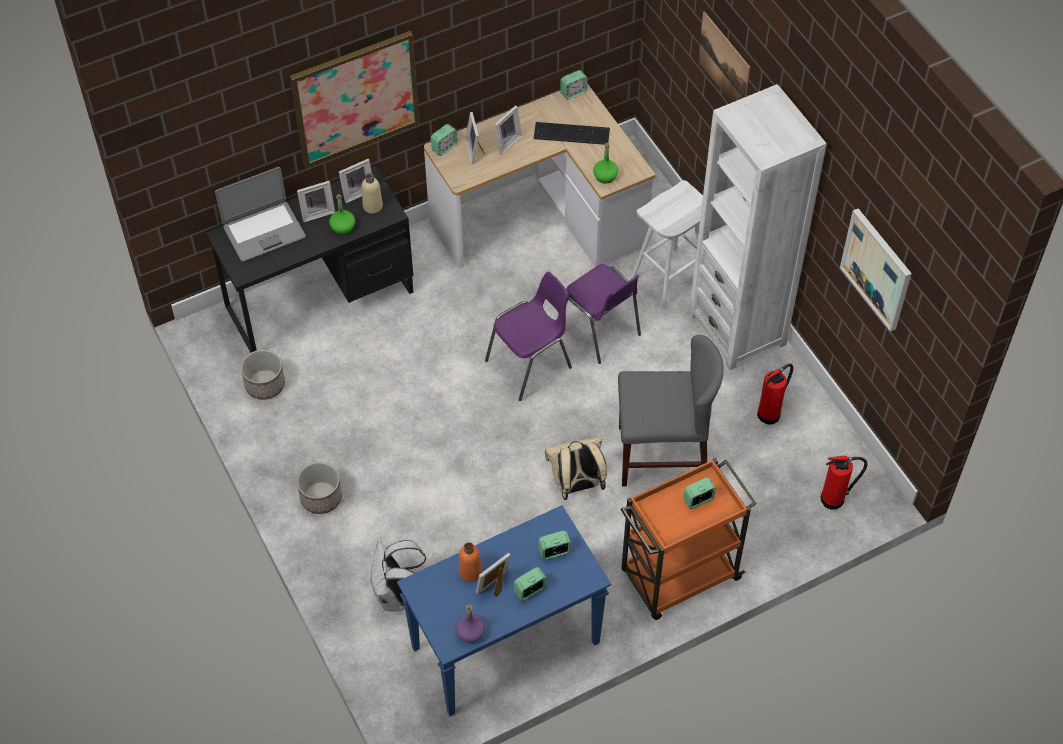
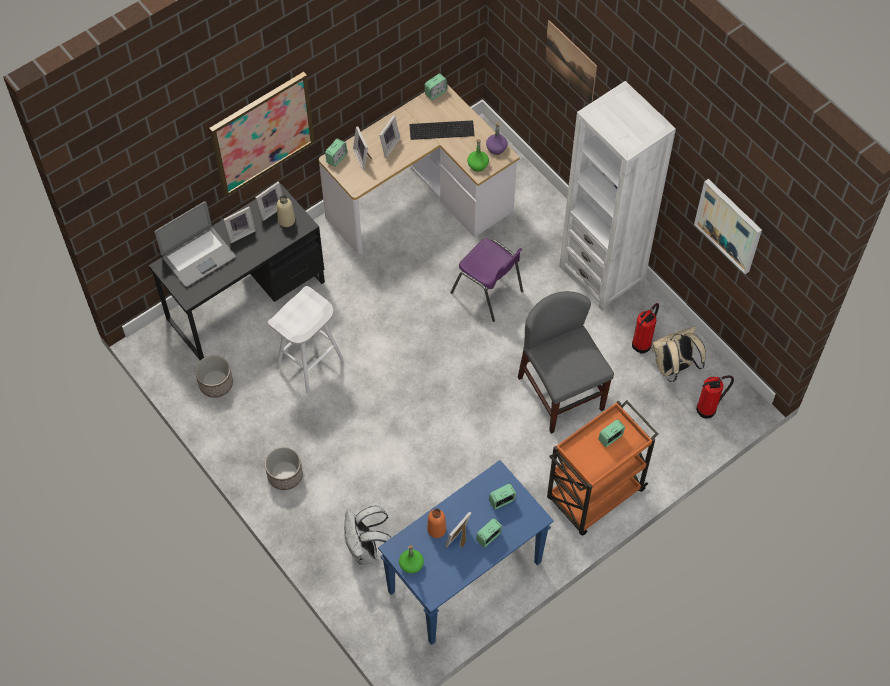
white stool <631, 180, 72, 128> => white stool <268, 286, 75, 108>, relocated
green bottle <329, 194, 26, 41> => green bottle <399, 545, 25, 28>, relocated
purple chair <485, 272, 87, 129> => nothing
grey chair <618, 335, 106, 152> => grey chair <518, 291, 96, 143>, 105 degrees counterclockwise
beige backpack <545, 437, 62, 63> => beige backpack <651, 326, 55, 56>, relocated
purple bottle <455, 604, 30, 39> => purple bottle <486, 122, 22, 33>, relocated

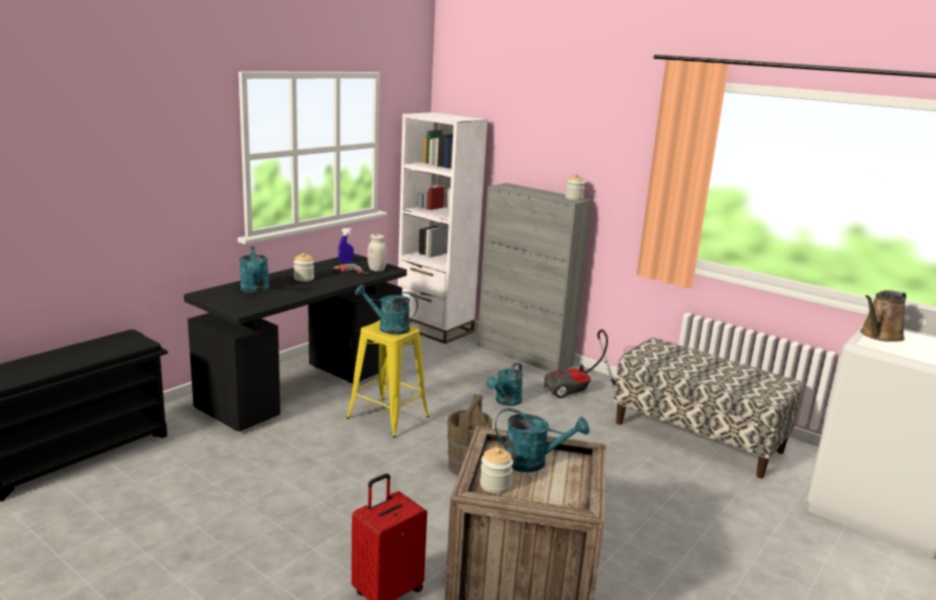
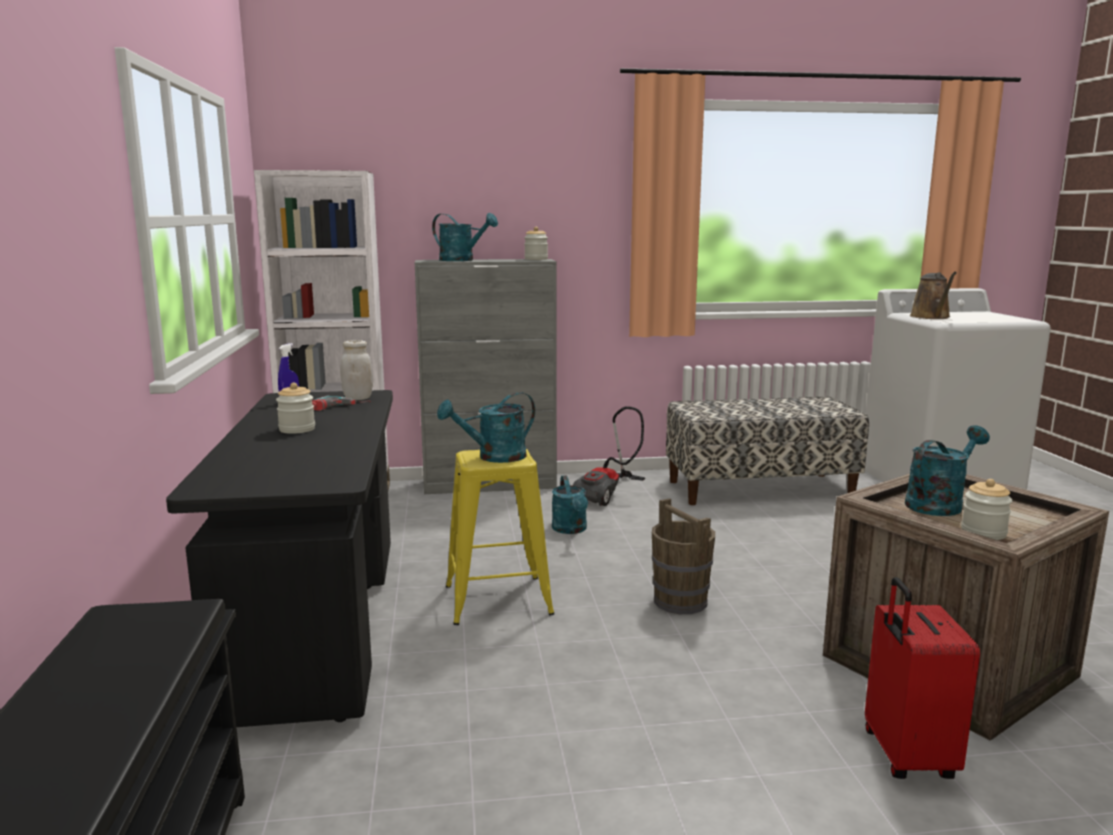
turquoise watering can <239, 247, 31, 46> => turquoise watering can <432, 213, 66, 48>, relocated

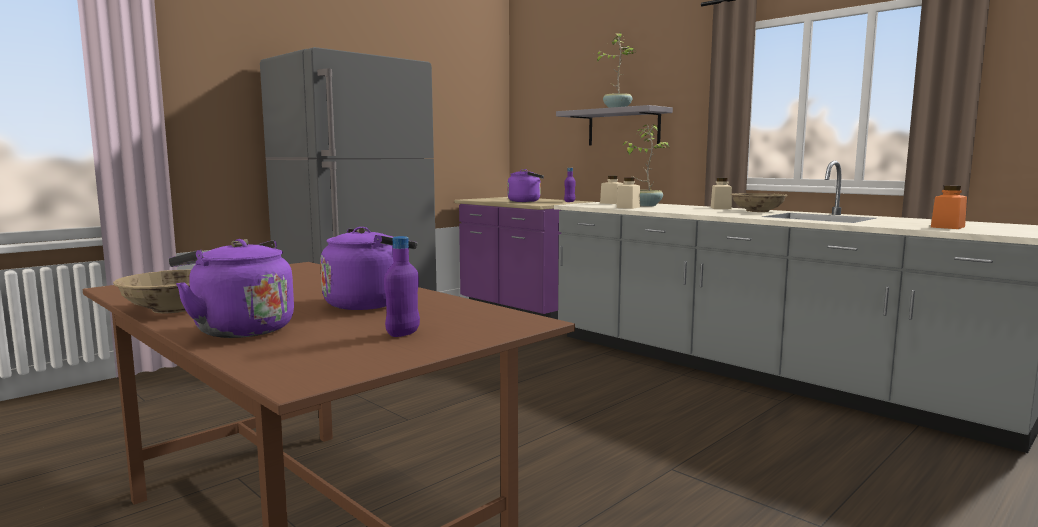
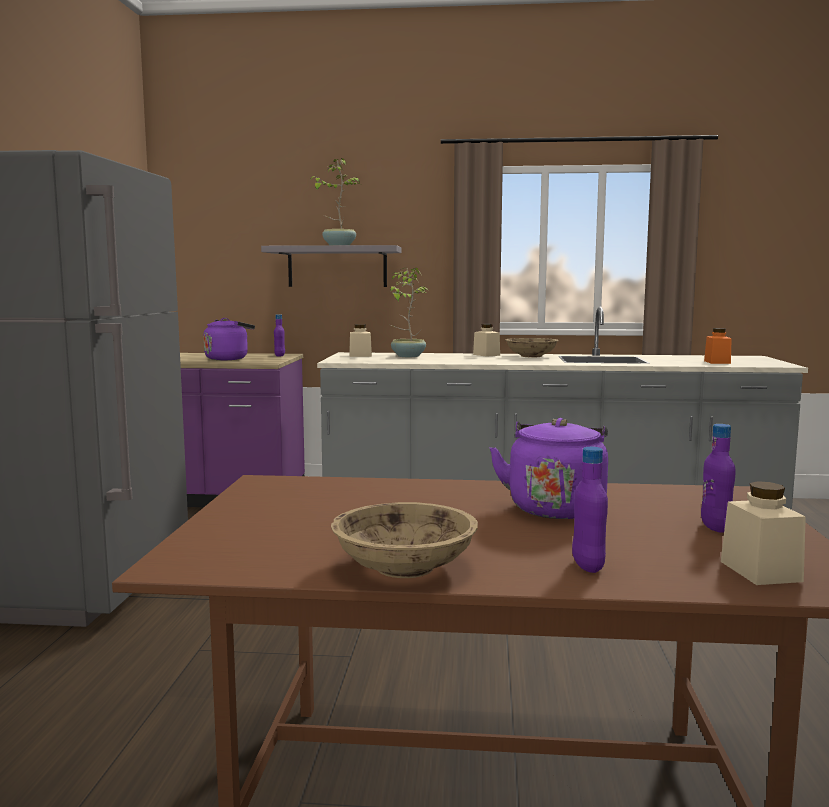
beige jar <617, 178, 23, 31> => beige jar <721, 481, 85, 104>, relocated
purple kettle <169, 239, 125, 99> => purple bottle <572, 447, 36, 126>

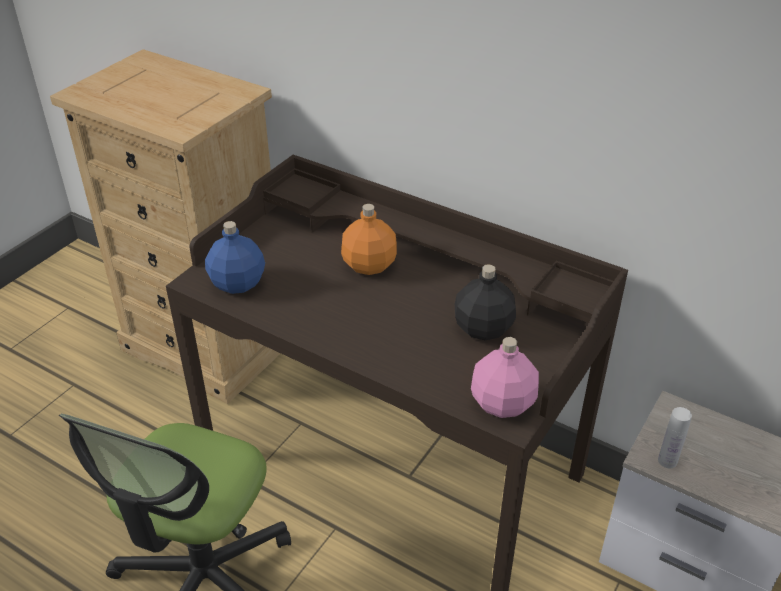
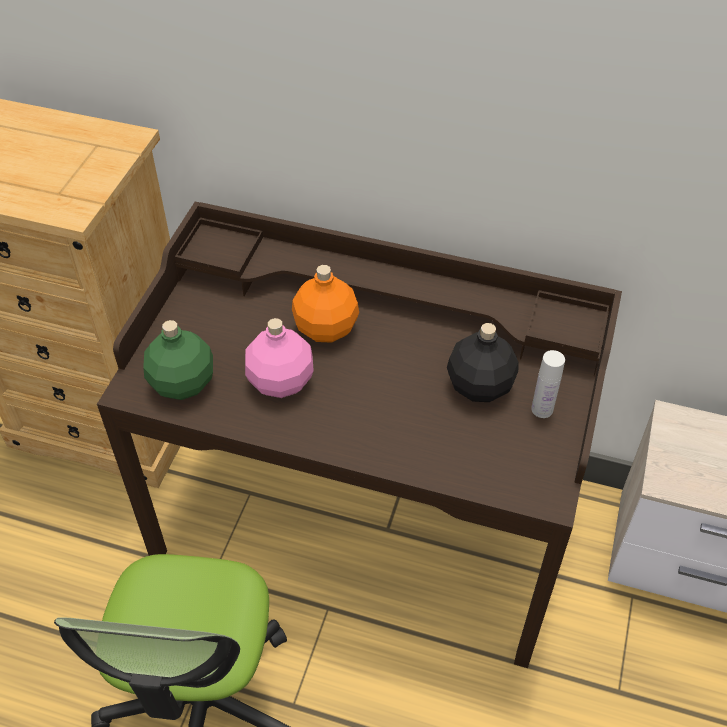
blue bottle <205, 221, 60, 73> => green bottle <143, 320, 70, 80>
pink bottle <471, 337, 68, 81> => pink bottle <245, 318, 69, 80>, relocated
white bottle <658, 407, 34, 61> => white bottle <531, 350, 34, 68>, relocated

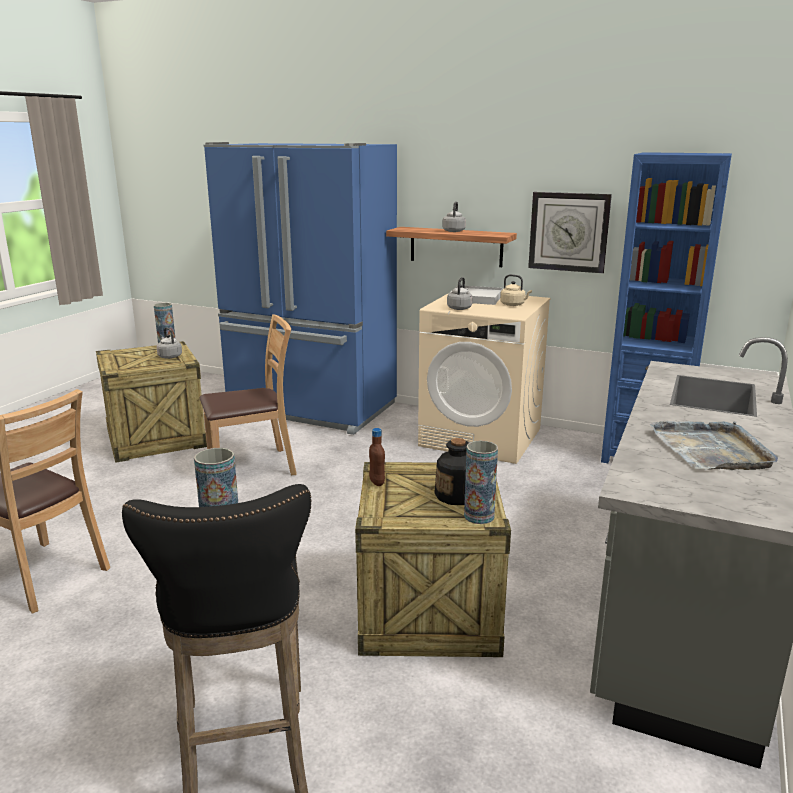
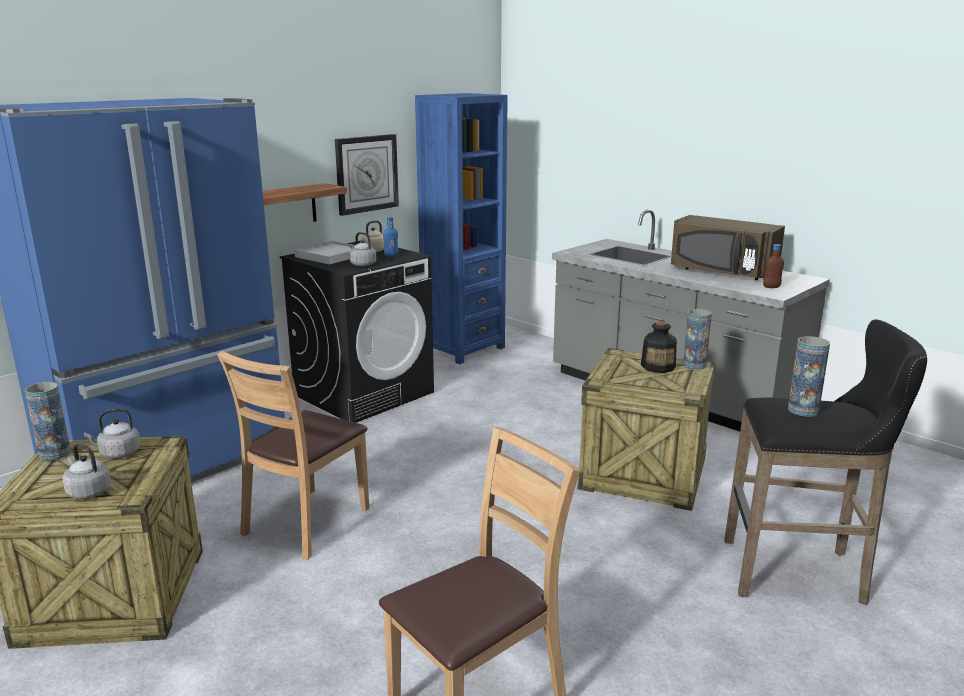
grey kettle <442, 202, 24, 30> => grey kettle <62, 443, 49, 56>, relocated
beige washing machine <418, 293, 132, 171> => black washing machine <280, 241, 154, 182>
brown chair <200, 314, 97, 161> => brown chair <217, 351, 152, 209>, 150 degrees counterclockwise
grey tray <650, 421, 128, 49> => brown microwave <671, 215, 114, 65>
brown bottle <369, 428, 16, 58> => brown bottle <763, 244, 21, 44>, relocated
nothing => blue bottle <383, 217, 16, 40>

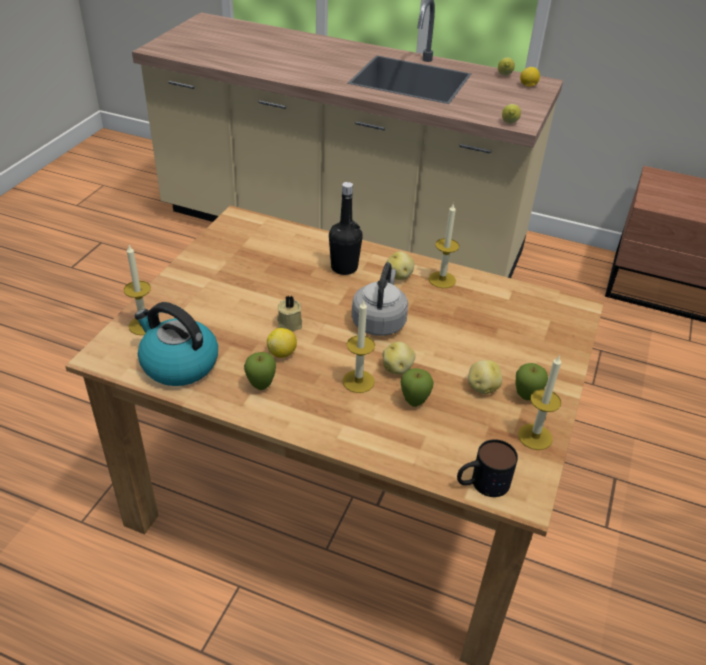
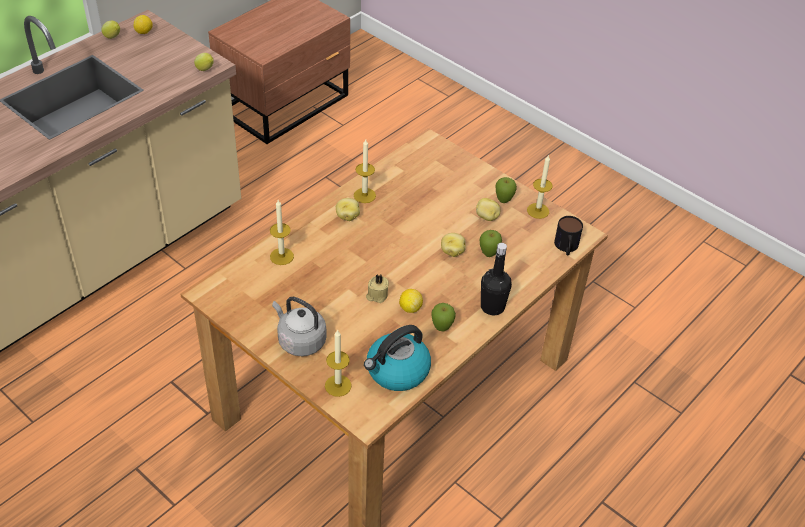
black bottle <329, 182, 34, 93> => black bottle <481, 243, 31, 72>, relocated
grey kettle <352, 262, 56, 74> => grey kettle <272, 297, 55, 59>, relocated
candle <343, 299, 32, 94> => candle <270, 200, 24, 65>, relocated

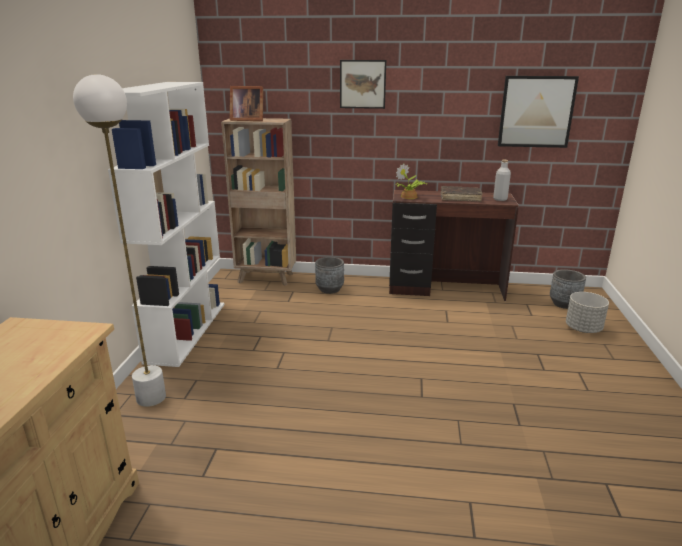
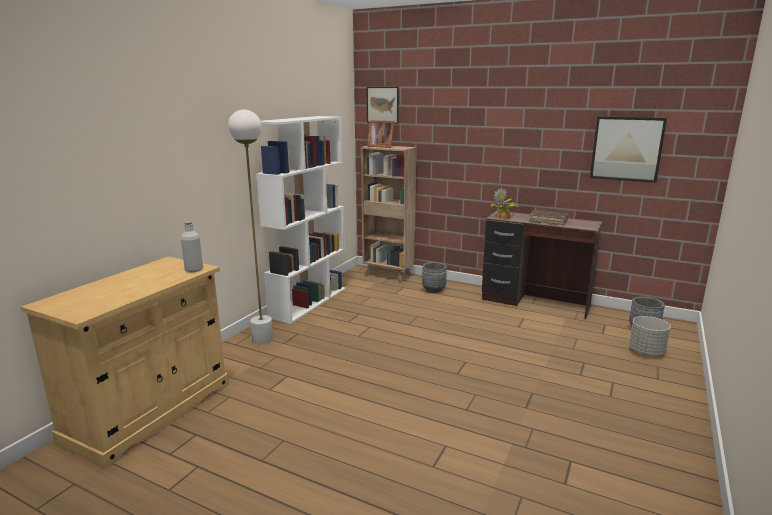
picture <340, 60, 46, 49> => picture <367, 87, 32, 37>, relocated
grey bottle <493, 160, 18, 41> => grey bottle <181, 221, 22, 51>, relocated

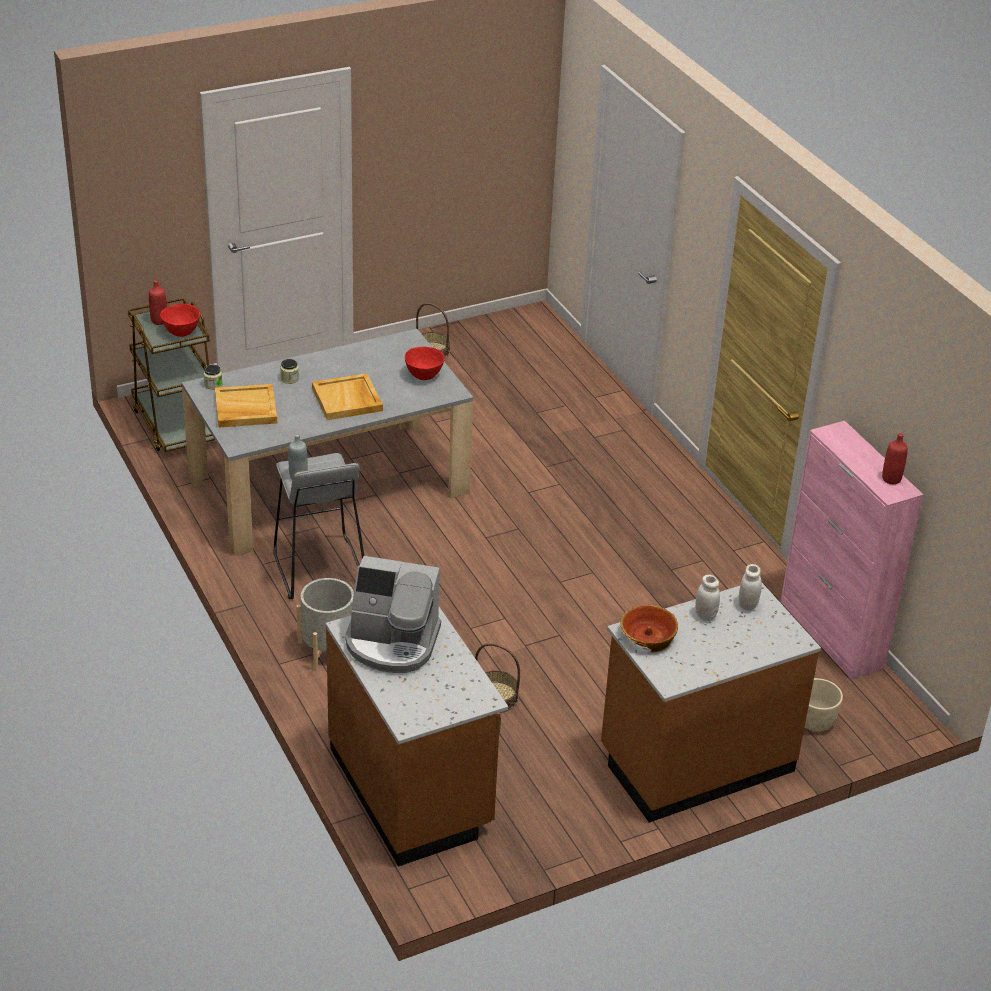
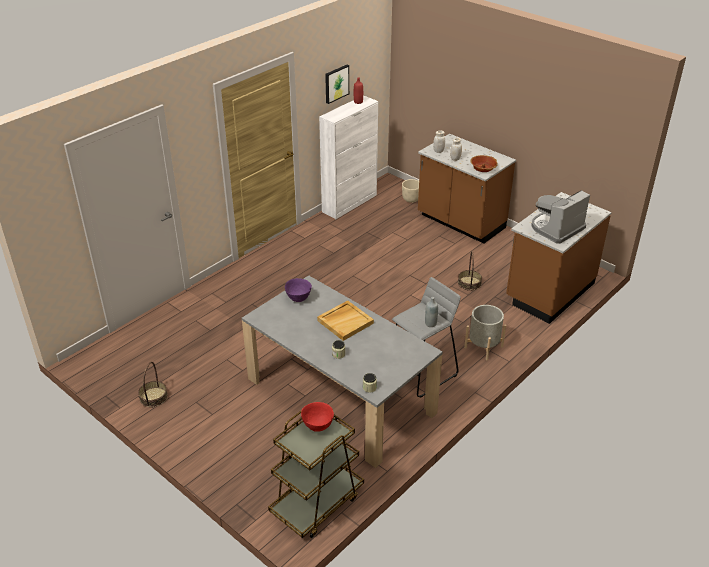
red bottle <149, 280, 18, 45> => nothing
red bowl <405, 347, 40, 33> => purple bowl <285, 278, 27, 24>
beige tray <215, 384, 62, 44> => nothing
pink cabinet <781, 421, 142, 259> => white cabinet <319, 95, 59, 124>
coffee machine <345, 556, 96, 117> => coffee machine <531, 190, 59, 54>, 120 degrees counterclockwise
nothing => picture <325, 65, 24, 39>

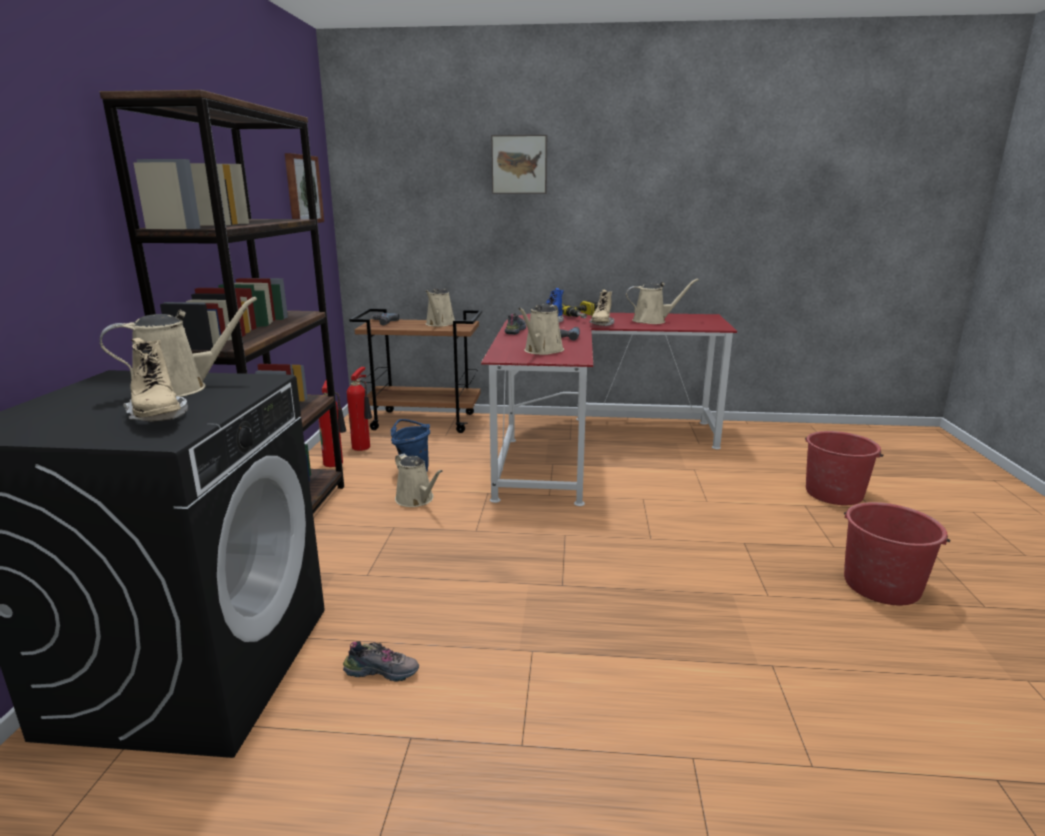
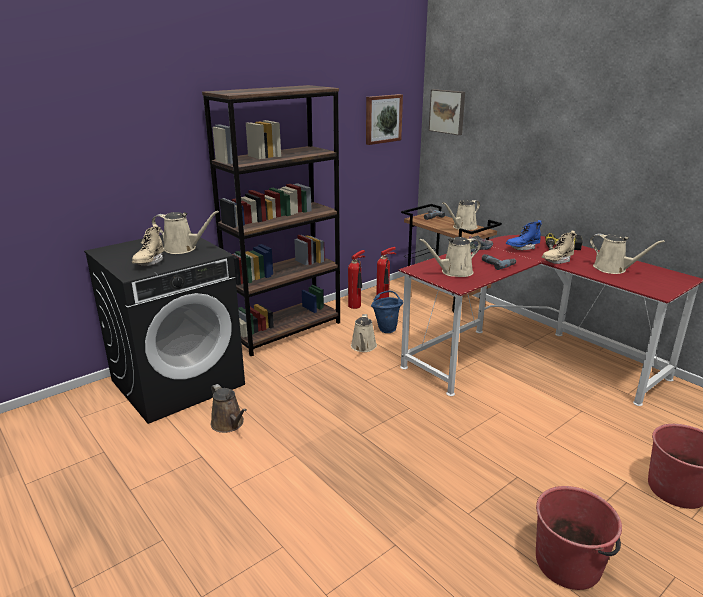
picture <491, 135, 56, 59> => picture <429, 89, 36, 46>, relocated
shoe <343, 641, 76, 41> => brown watering can <211, 384, 36, 49>

